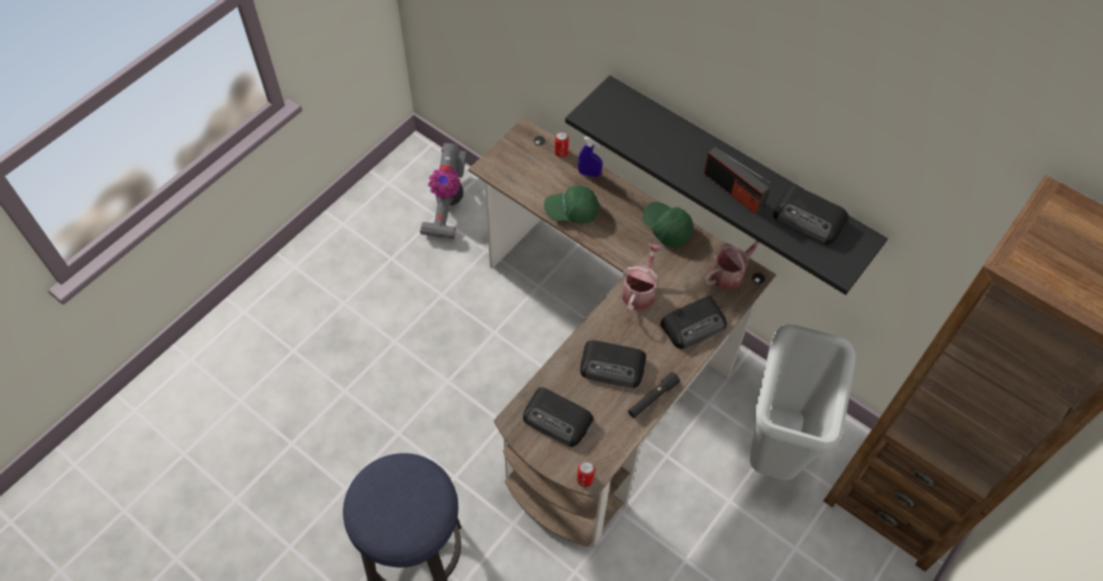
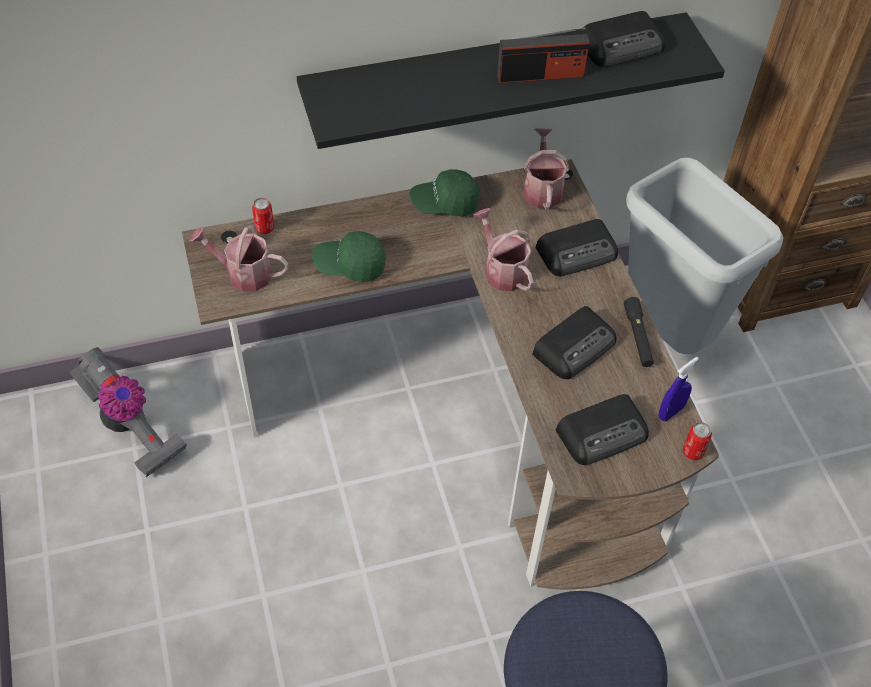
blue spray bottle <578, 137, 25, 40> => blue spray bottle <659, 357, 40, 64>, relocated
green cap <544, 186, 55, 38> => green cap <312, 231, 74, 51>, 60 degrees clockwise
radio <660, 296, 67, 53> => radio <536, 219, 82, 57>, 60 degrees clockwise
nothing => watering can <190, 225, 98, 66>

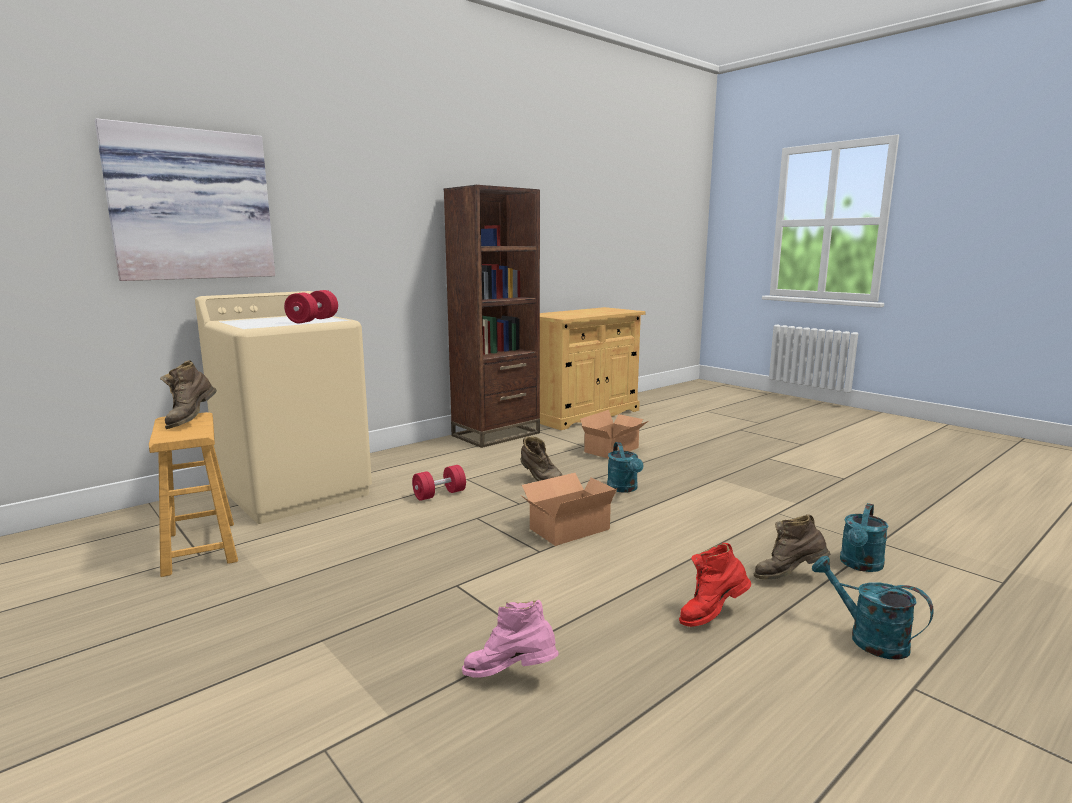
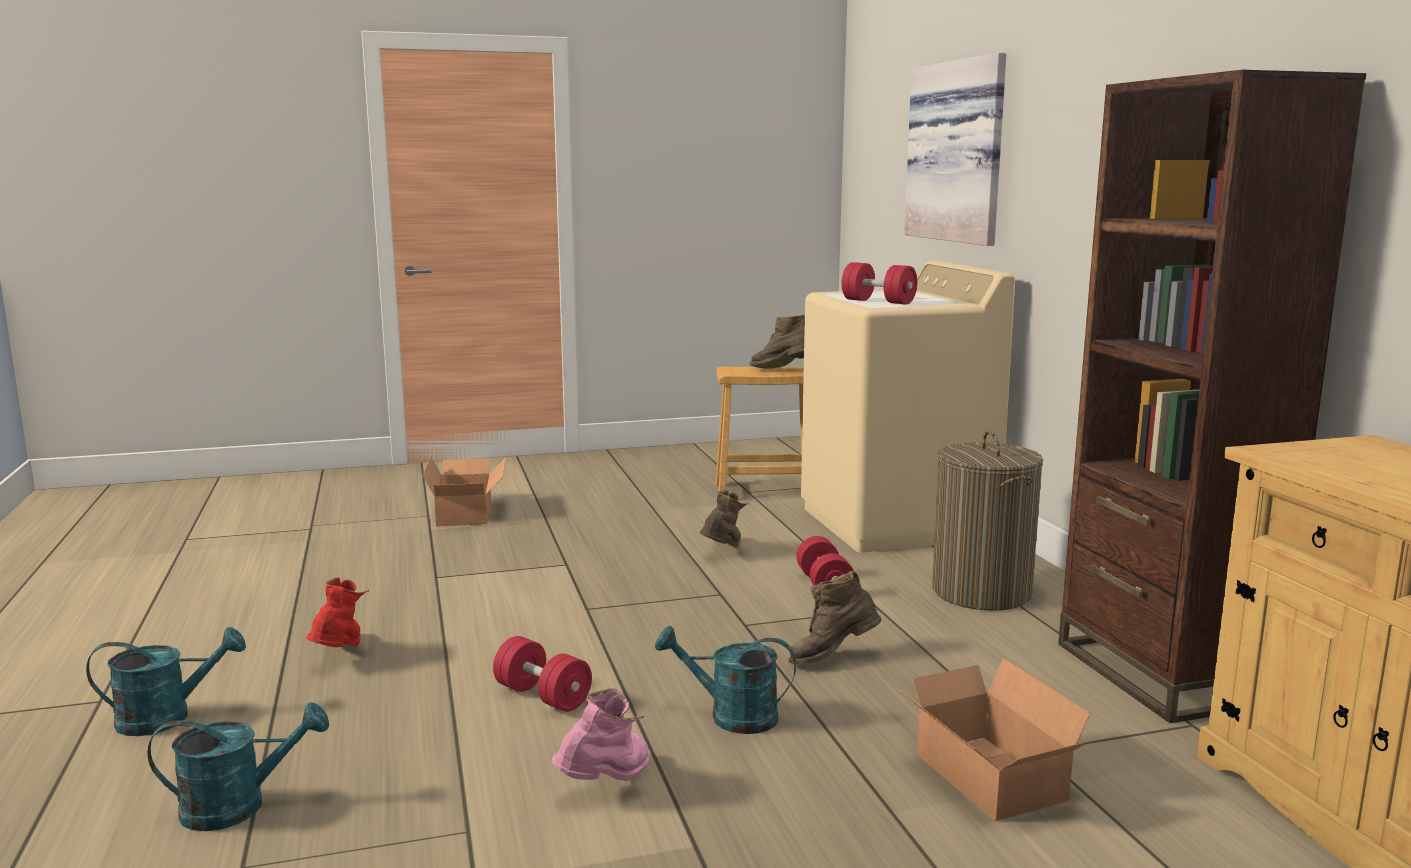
cardboard box <522, 473, 95, 73> => cardboard box <423, 457, 83, 69>, relocated
turquoise watering can <840, 503, 48, 69> => turquoise watering can <148, 702, 181, 129>, 105 degrees clockwise
brown boot <753, 514, 77, 66> => brown boot <699, 490, 50, 58>, relocated
pink boot <462, 600, 97, 78> => pink boot <552, 688, 98, 93>, relocated
nothing => laundry basket <932, 430, 111, 181>
nothing => red dumbbell <493, 636, 99, 76>

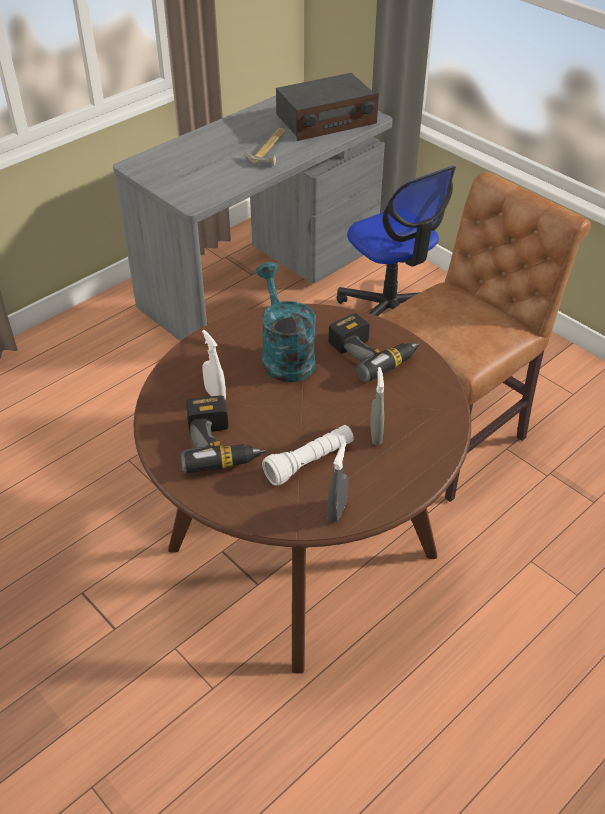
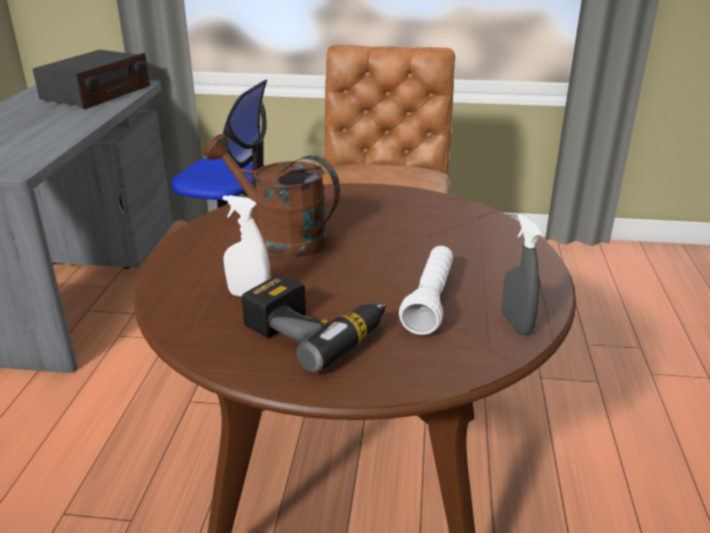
hammer <245, 128, 41, 38> => nothing
turquoise watering can <256, 262, 60, 120> => brown watering can <205, 134, 135, 124>
power drill <328, 313, 92, 69> => nothing
grey spray bottle <370, 367, 14, 78> => nothing

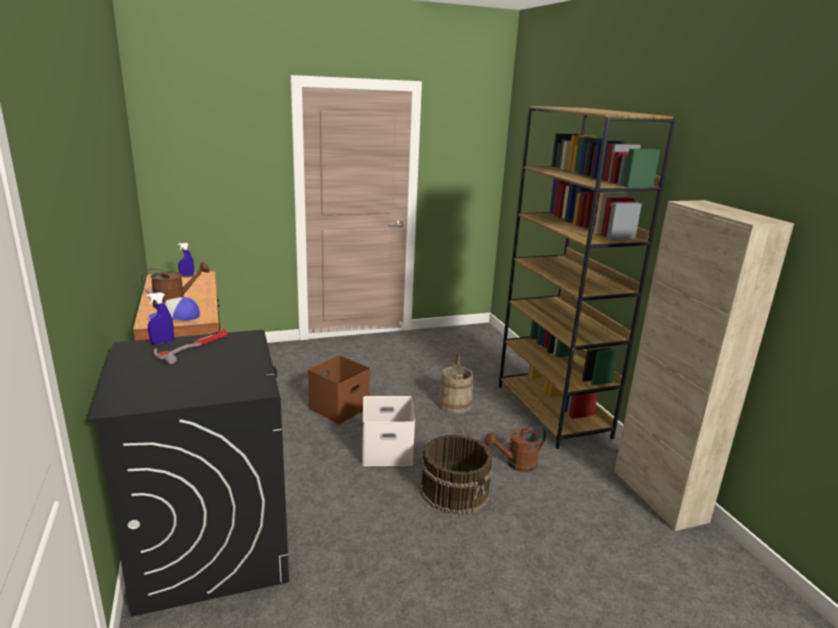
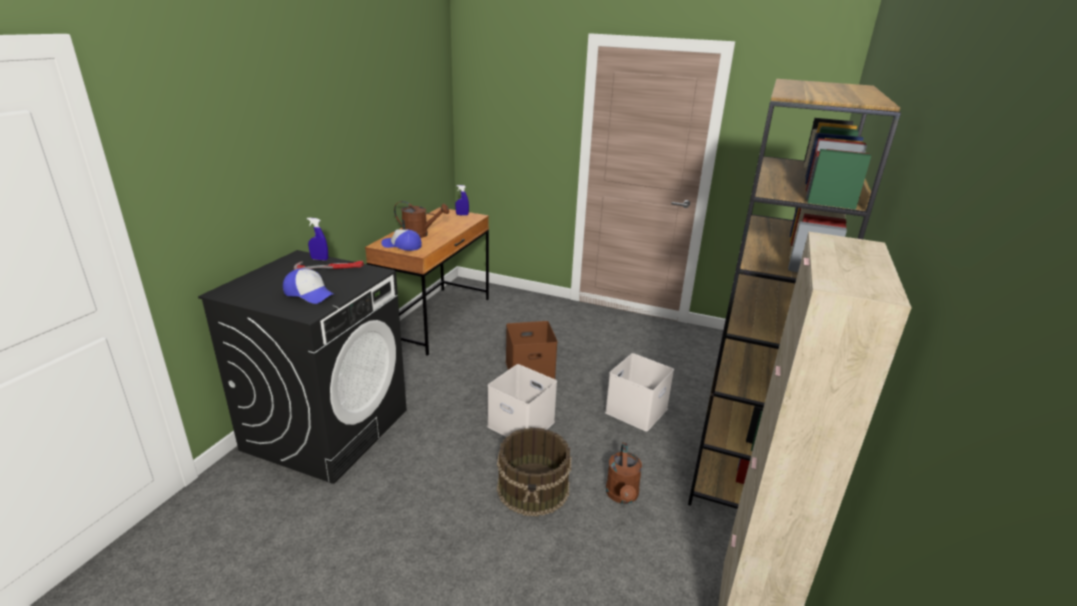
beige bucket <438, 353, 35, 61> => white storage box <605, 353, 69, 79>
brown watering can <485, 425, 61, 47> => brown watering can <606, 442, 36, 62>, 105 degrees counterclockwise
nothing => cap <283, 268, 53, 36>

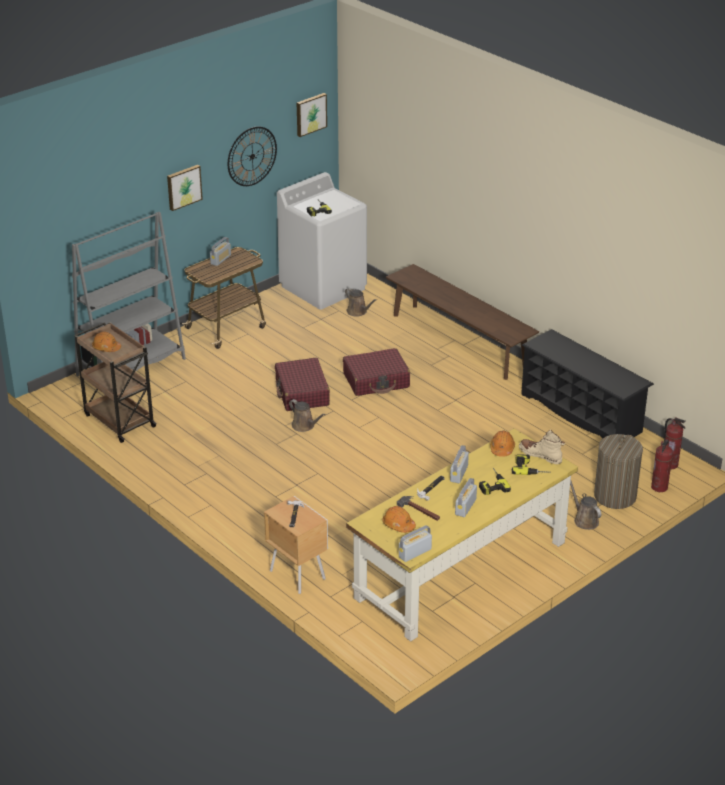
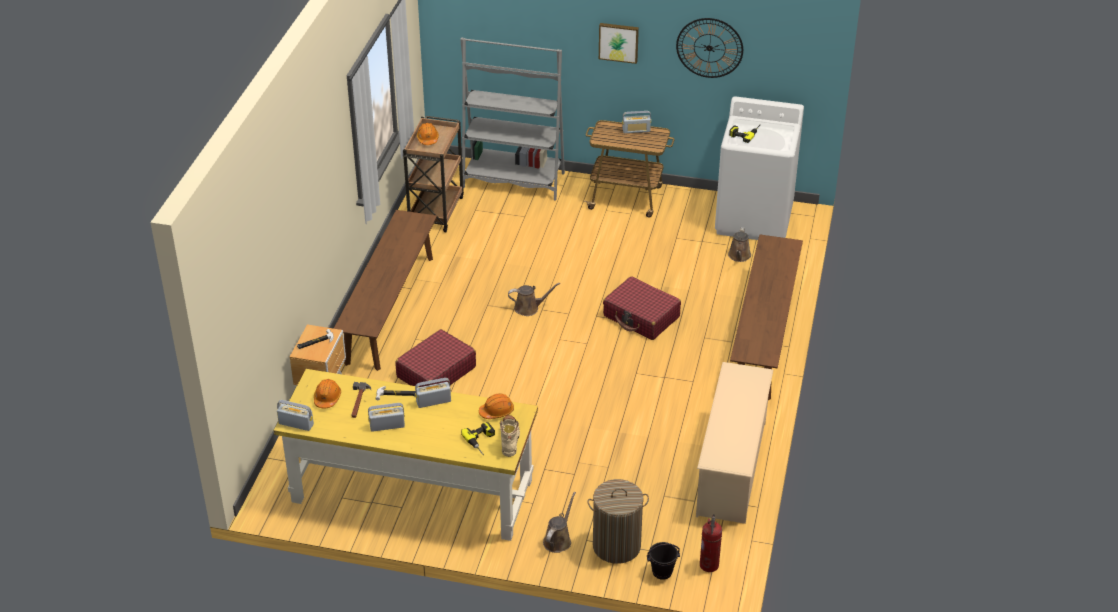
picture <297, 93, 30, 44> => nothing
black shoe rack <521, 329, 133, 110> => beige shoe rack <696, 362, 77, 162>
red suitcase <275, 358, 55, 53> => red suitcase <395, 329, 81, 58>, relocated
brown watering can <289, 399, 37, 33> => brown watering can <508, 283, 52, 33>, 105 degrees counterclockwise
fire extinguisher <651, 439, 22, 53> => black bucket <647, 542, 33, 38>
power drill <479, 468, 32, 27> => nothing
nothing => brown bench <334, 210, 103, 161>

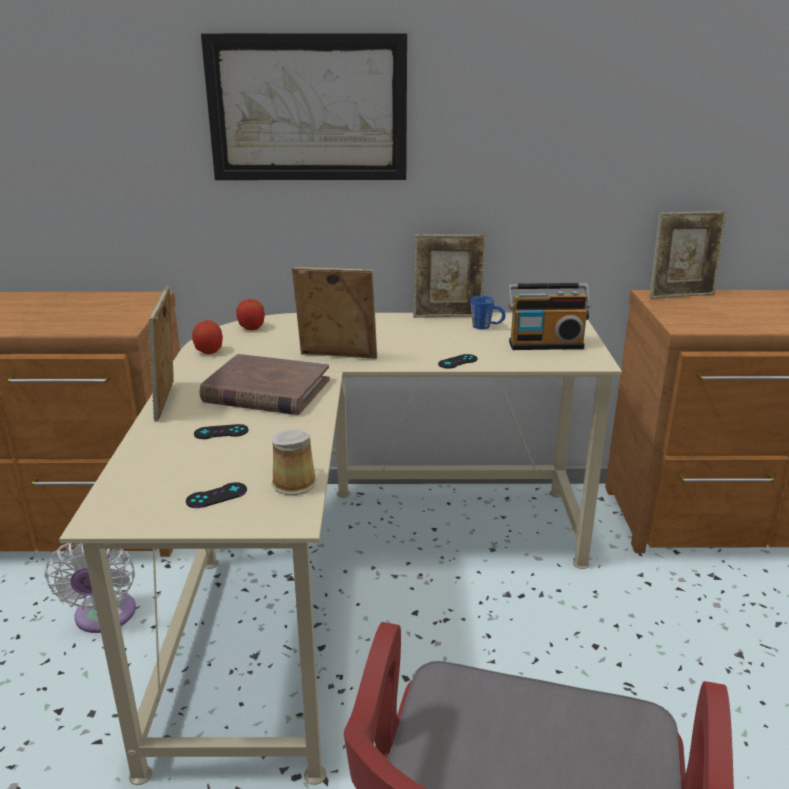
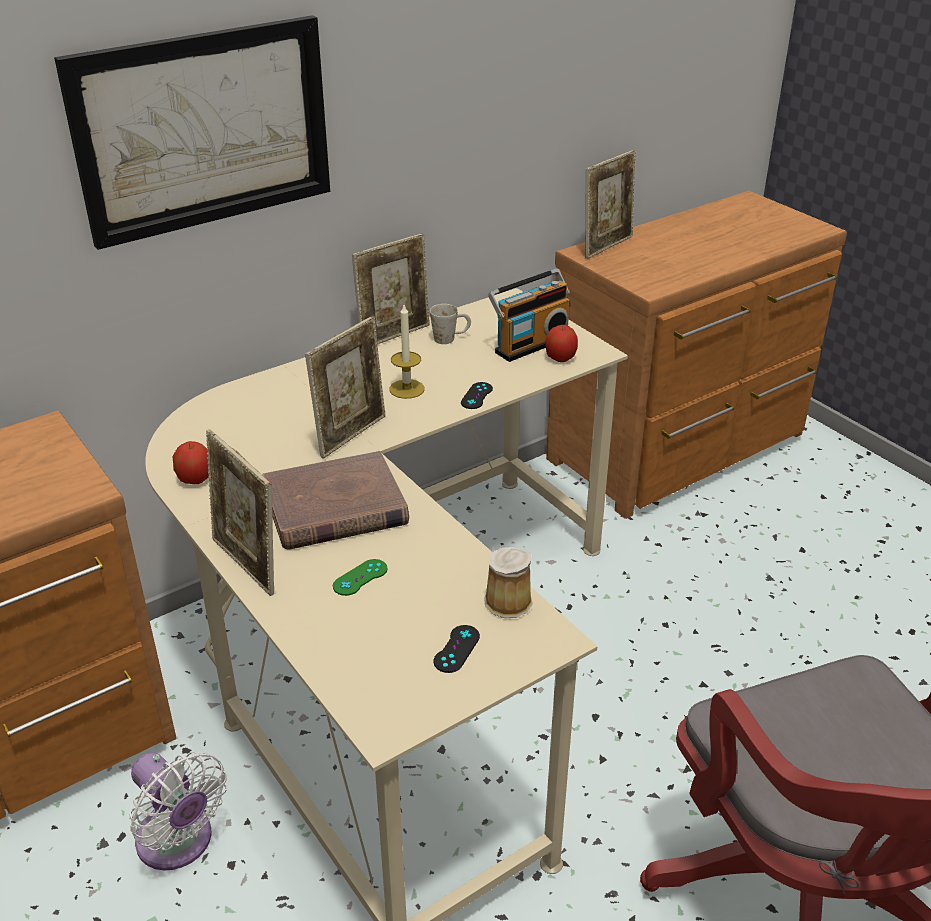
picture frame <292, 267, 85, 92> => picture frame <305, 316, 80, 143>, 150 degrees clockwise
blue mug <470, 296, 35, 33> => white mug <430, 304, 41, 40>
apple <236, 298, 29, 32> => apple <545, 325, 33, 37>, relocated
black game controller <194, 424, 54, 15> => green game controller <333, 559, 54, 37>
nothing => candle <390, 305, 35, 94>

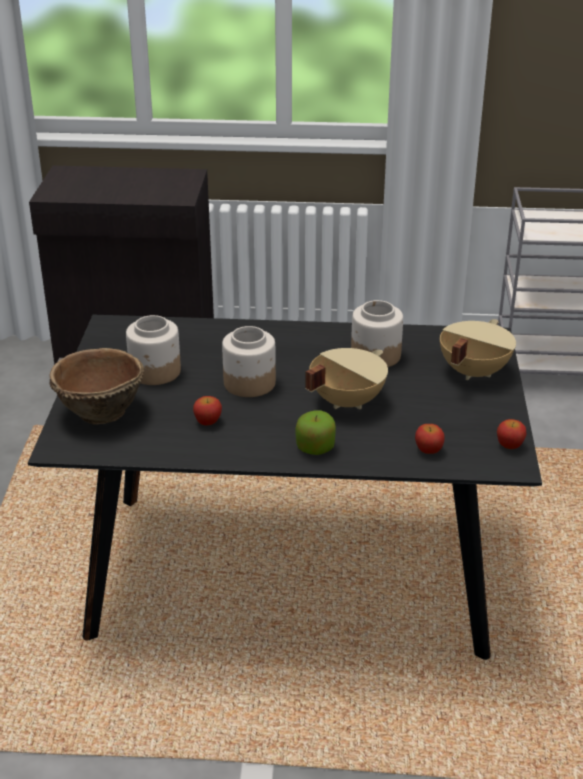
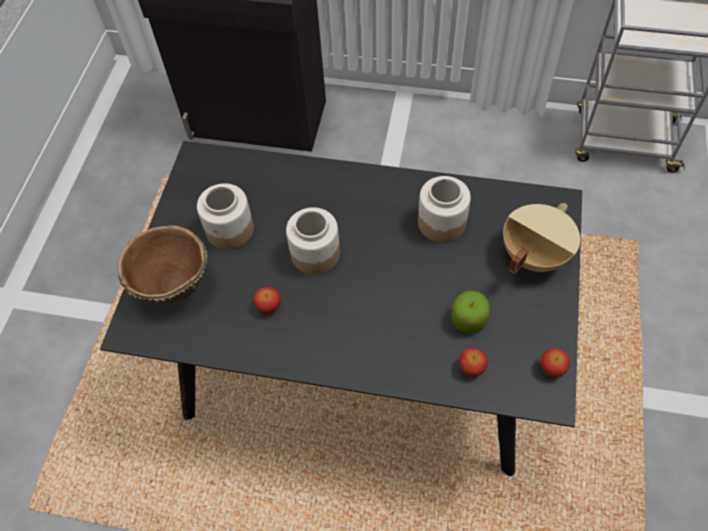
beige cooking pot <305, 348, 83, 61> => nothing
apple <295, 410, 41, 45> => apple <451, 290, 39, 44>, relocated

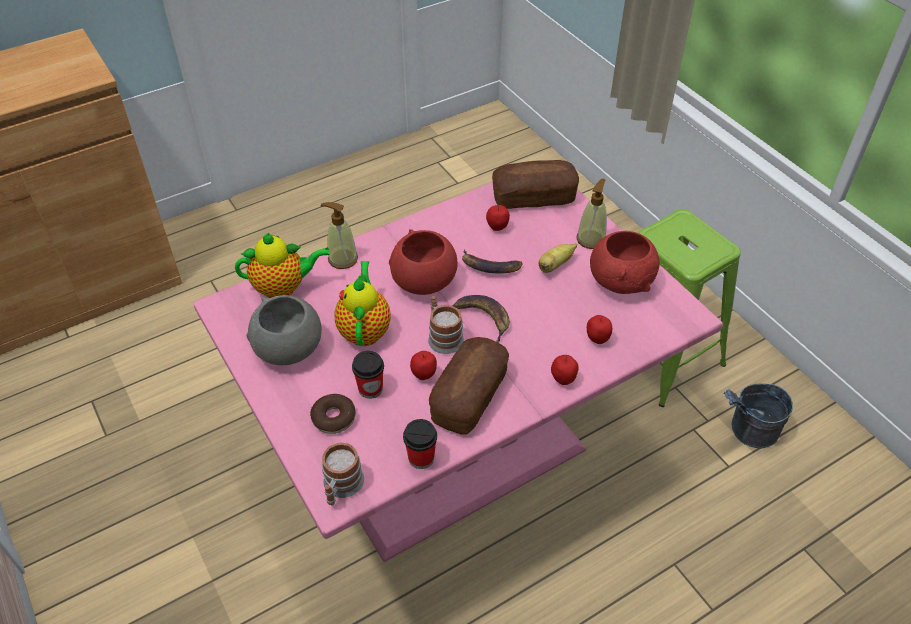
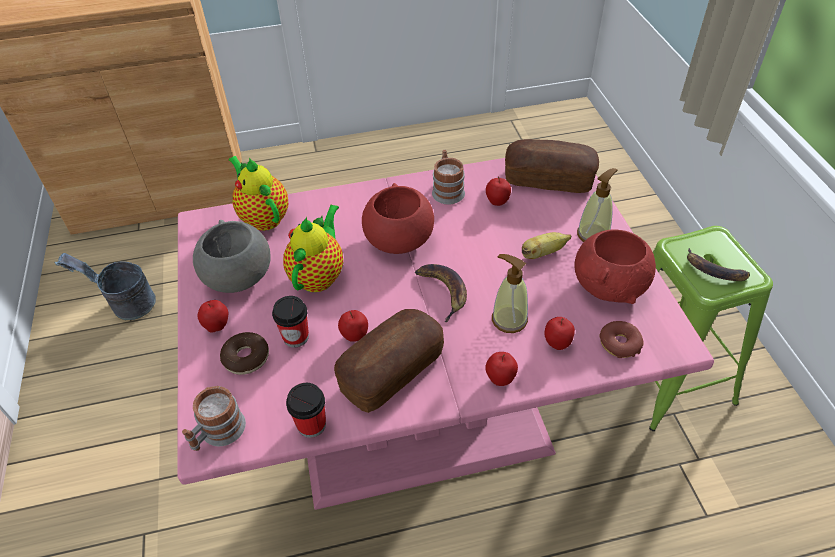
soap dispenser <320, 202, 38, 67> => soap dispenser <492, 254, 36, 79>, relocated
teapot <235, 233, 95, 65> => teapot <228, 156, 60, 75>, 135 degrees counterclockwise
banana <462, 249, 61, 24> => banana <687, 248, 63, 33>, relocated
mug <428, 296, 36, 58> => mug <432, 150, 33, 55>, relocated
grey bucket <723, 384, 70, 64> => grey bucket <55, 253, 101, 67>, relocated
nothing => apple <198, 300, 30, 33>
nothing => donut <599, 321, 45, 37>

